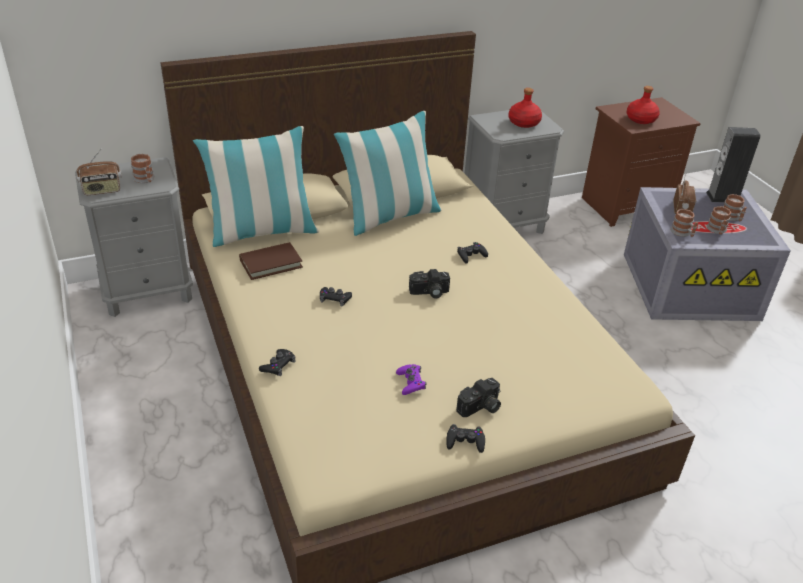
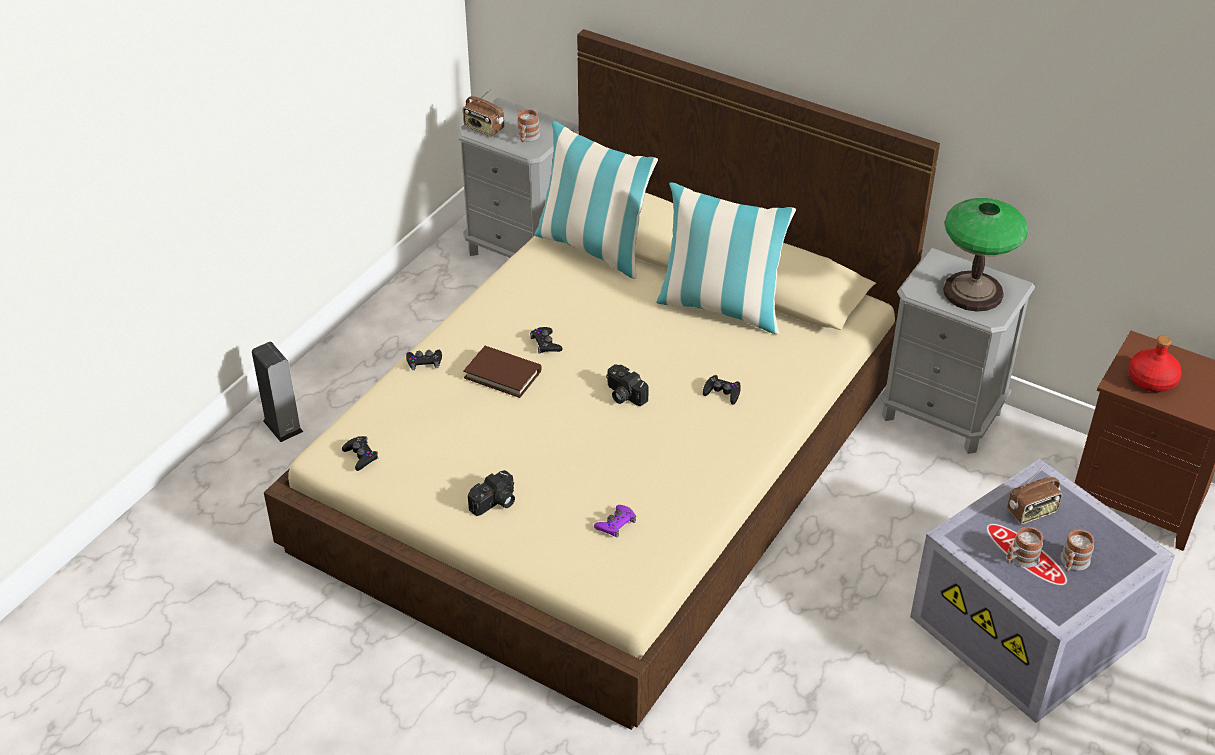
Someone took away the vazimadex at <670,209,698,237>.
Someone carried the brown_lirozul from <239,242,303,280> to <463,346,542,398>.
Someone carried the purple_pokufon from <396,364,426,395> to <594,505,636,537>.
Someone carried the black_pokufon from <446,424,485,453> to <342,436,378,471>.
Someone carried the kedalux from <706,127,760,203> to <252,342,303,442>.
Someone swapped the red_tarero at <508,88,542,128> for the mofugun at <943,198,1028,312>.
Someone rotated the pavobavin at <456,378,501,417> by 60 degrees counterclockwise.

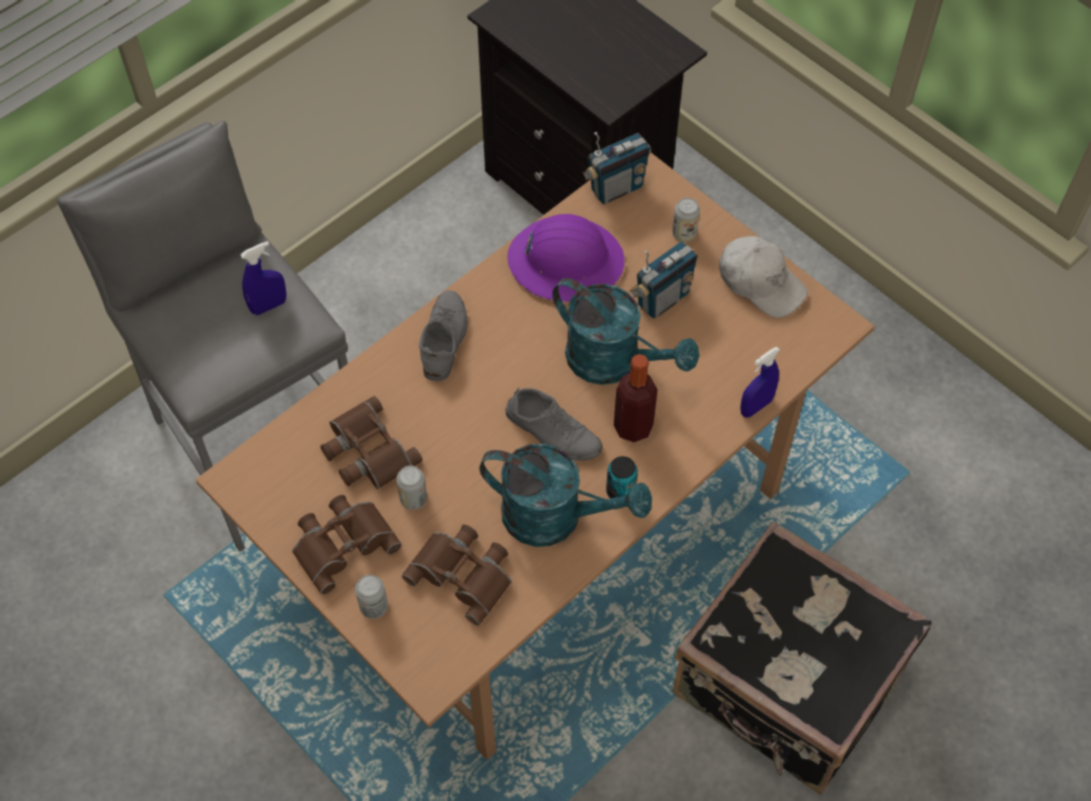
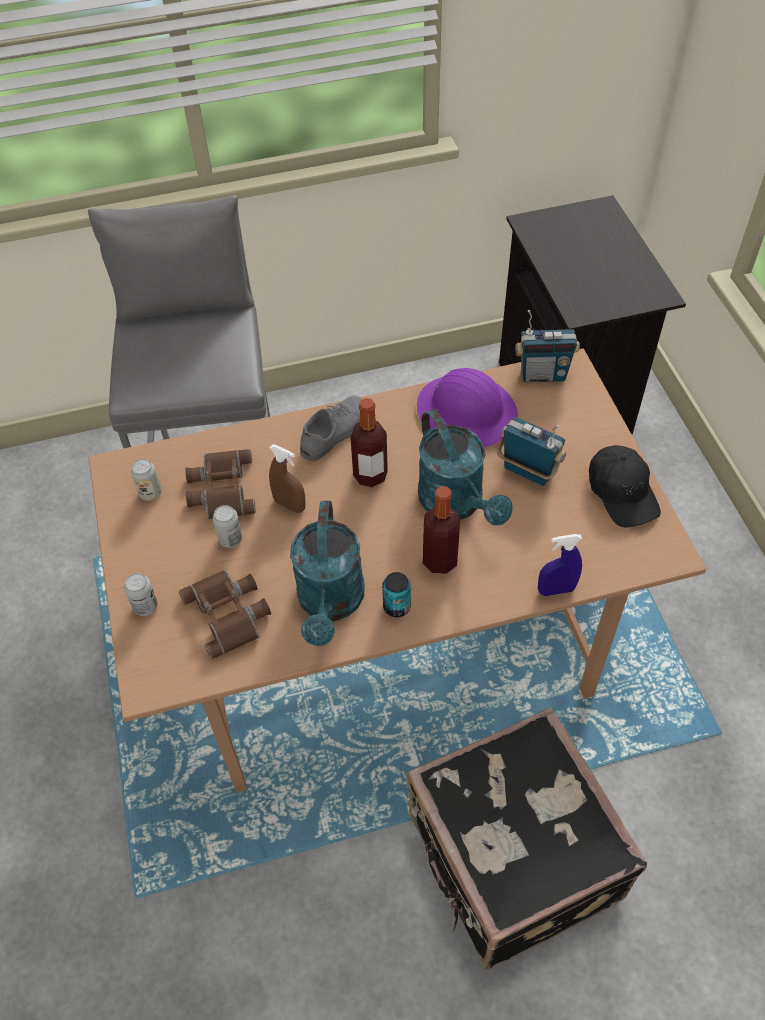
Someone took away the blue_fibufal at <240,241,286,315>.
Someone took away the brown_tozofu at <292,495,401,594>.
Someone took away the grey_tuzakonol at <506,387,603,461>.
Someone put down the brown_fibufal at <269,444,306,513>.
Someone put down the tarero at <350,398,388,487>.
Someone carried the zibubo from <672,198,700,242> to <131,459,162,501>.
Someone repainted the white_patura at <719,236,808,318>, which became the black_patura at <589,445,661,527>.
Someone rotated the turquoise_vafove at <479,444,652,547> by 45 degrees clockwise.
Someone rotated the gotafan at <629,241,698,319> by 135 degrees counterclockwise.

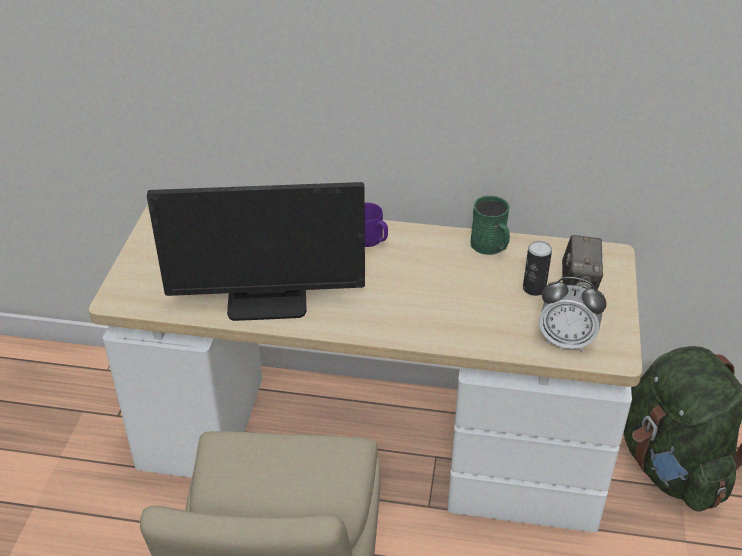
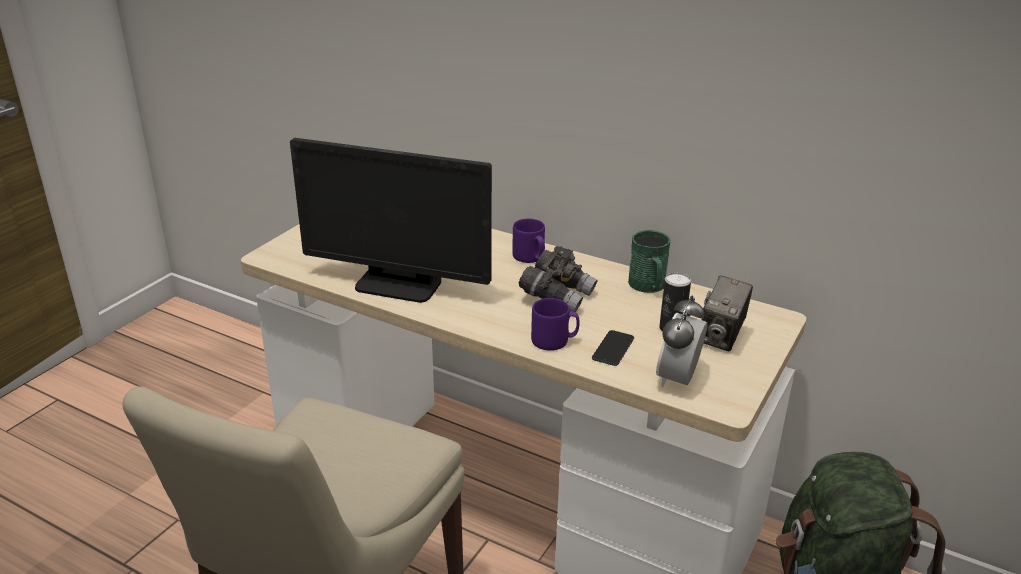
Someone put down the grey_tozofu at <518,246,598,312>.
Someone put down the purple_vazimadex at <531,298,580,351>.
Someone put down the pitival at <592,330,634,366>.
Someone rotated the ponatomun at <539,277,606,352> by 75 degrees clockwise.

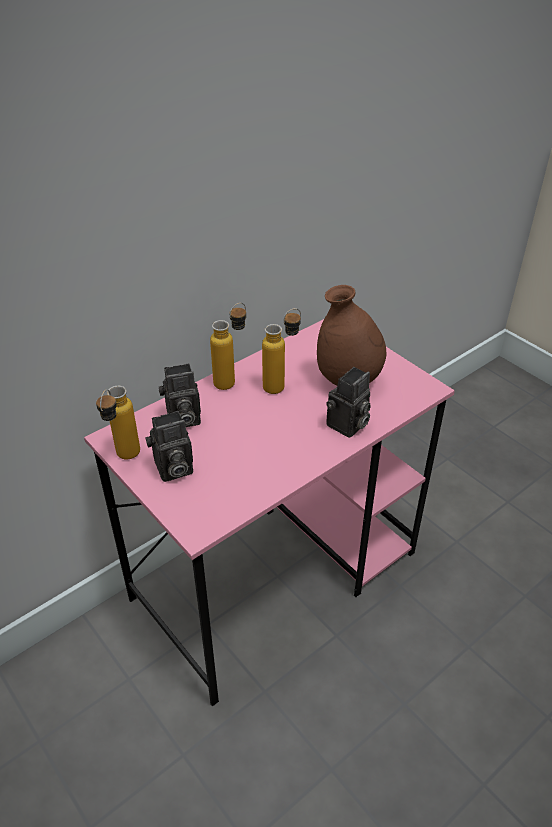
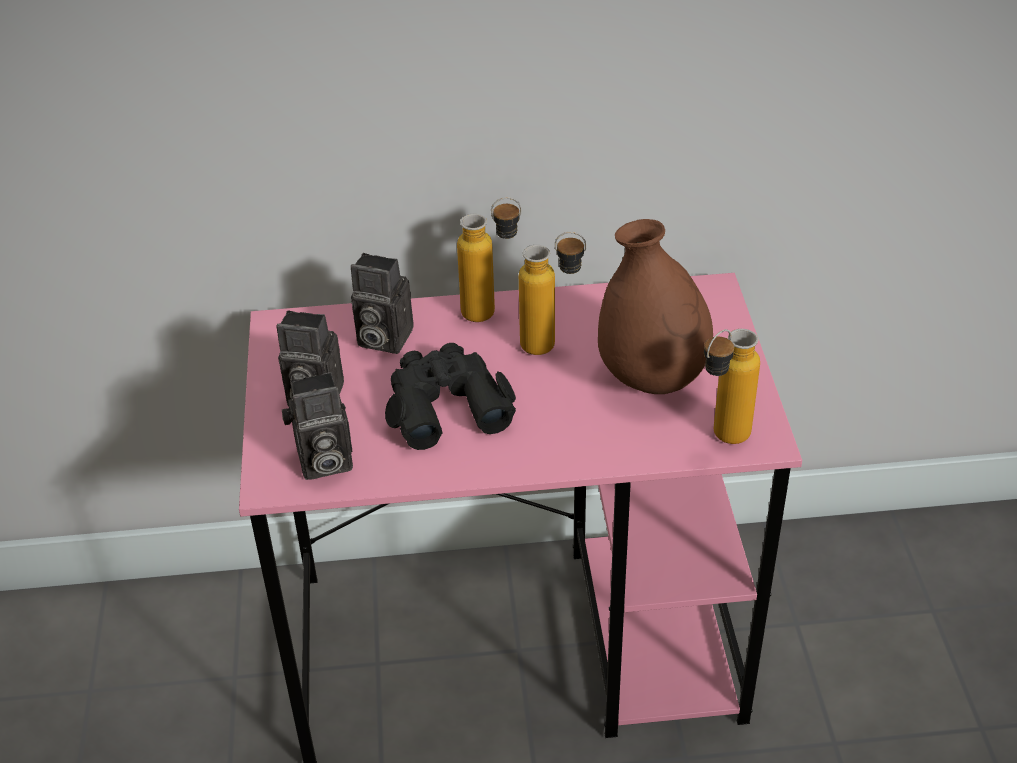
Someone put down the black_tozofu at <385,343,516,450>.
Someone carried the tarero from <96,386,140,460> to <704,329,760,444>.
Someone carried the pavobavin from <326,367,371,438> to <282,372,353,480>.

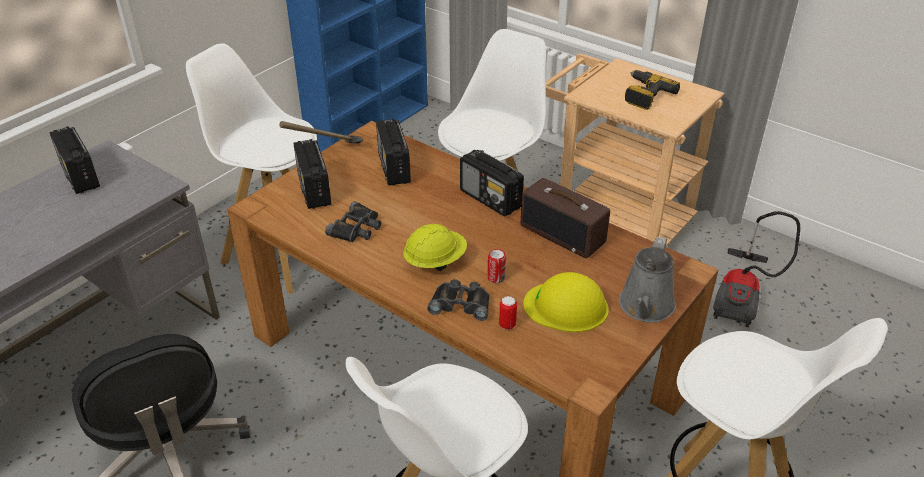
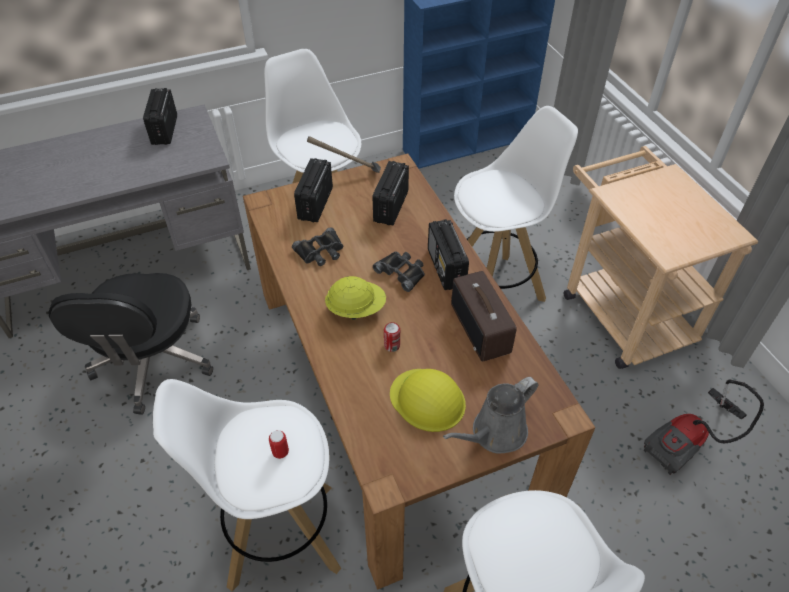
Someone took away the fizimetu at <625,70,680,110>.
Someone carried the black_tozofu from <427,279,490,321> to <373,251,425,292>.
Someone carried the zibubo from <499,296,517,330> to <269,430,289,459>.

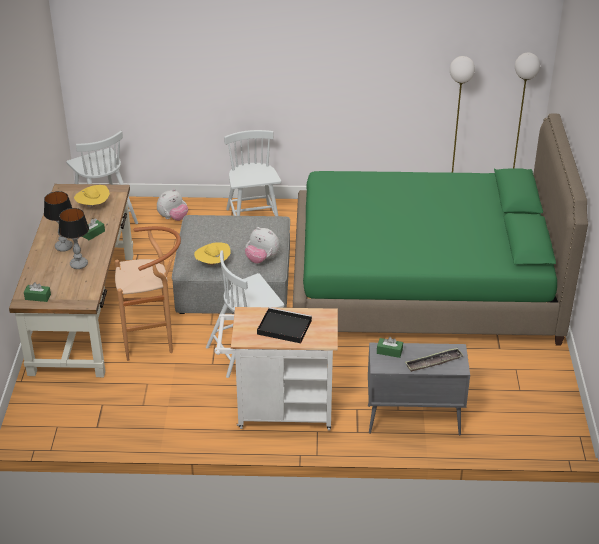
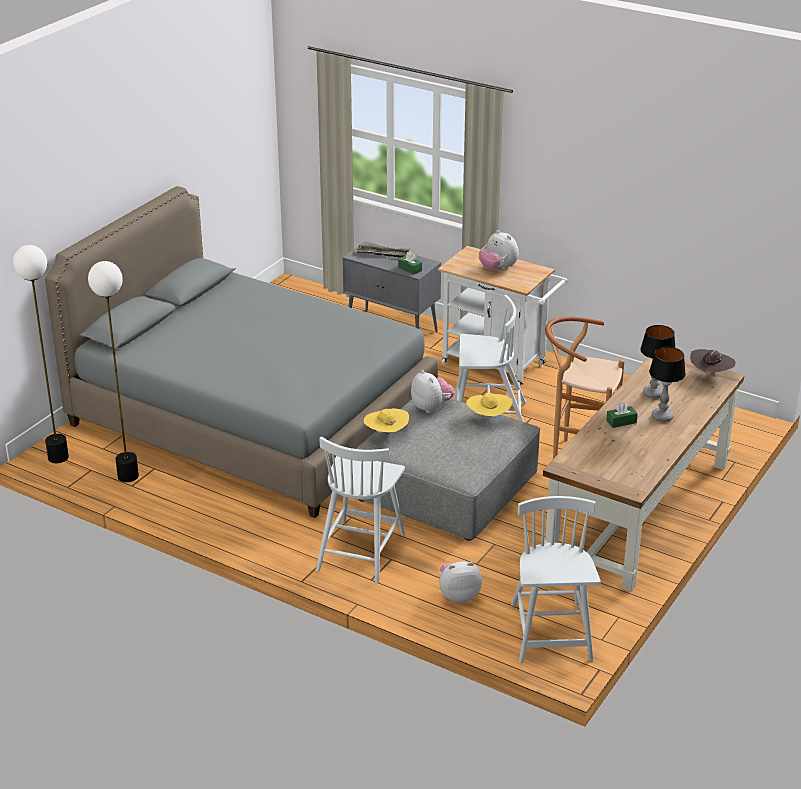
Someone carried the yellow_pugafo from <74,185,110,209> to <364,408,409,437>.
Someone swapped the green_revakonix at <24,282,51,302> for the brown_pugafo at <690,349,736,377>.
Someone swapped the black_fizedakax at <257,307,312,343> for the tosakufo at <479,230,519,270>.
Someone repainted the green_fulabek at <293,114,588,346>, which became the grey_fulabek at <45,186,438,518>.

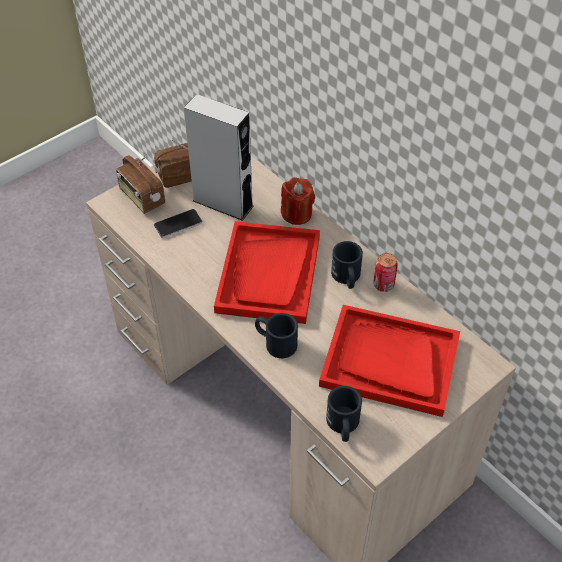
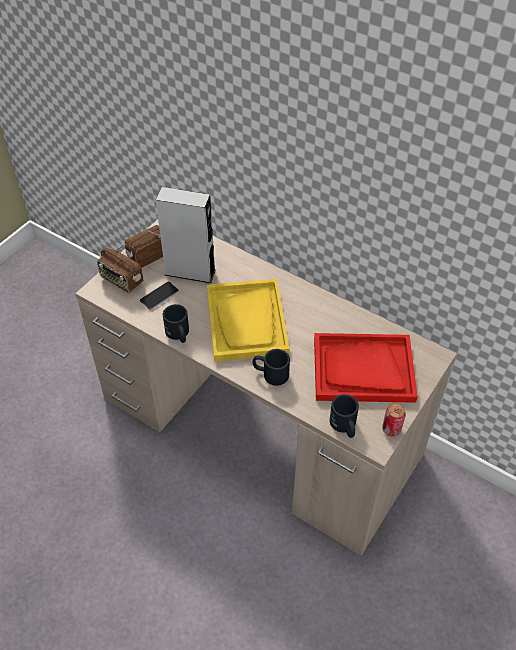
Someone took away the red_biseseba at <281,177,315,225>.
Someone carried the black_vazimadex from <331,241,363,289> to <163,304,189,343>.
Someone carried the zibubo from <373,253,398,292> to <382,403,406,437>.
Someone repainted the red_fizedakax at <214,221,320,324>, which became the yellow_fizedakax at <207,279,290,362>.

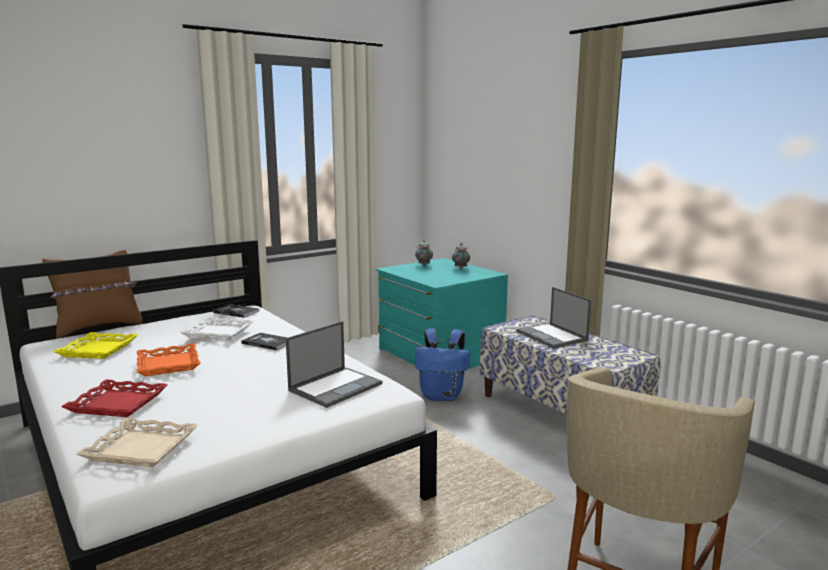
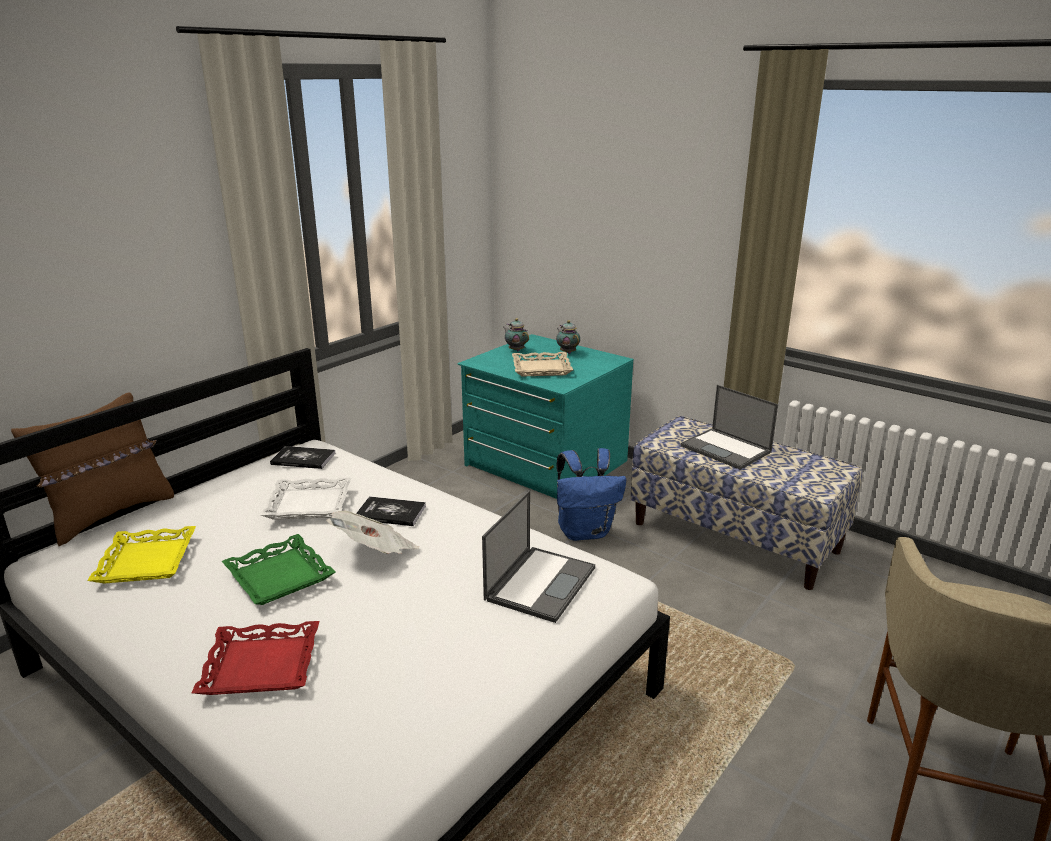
Someone put down the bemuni at <326,511,419,554>.
Someone carried the beige_fizedakax from <76,418,198,467> to <512,352,573,377>.
Someone repainted the orange_fizedakax at <137,343,200,376>, which became the green_fizedakax at <222,534,335,605>.

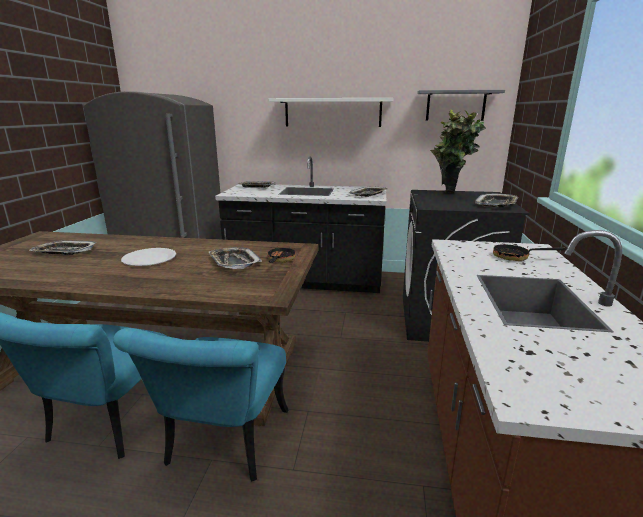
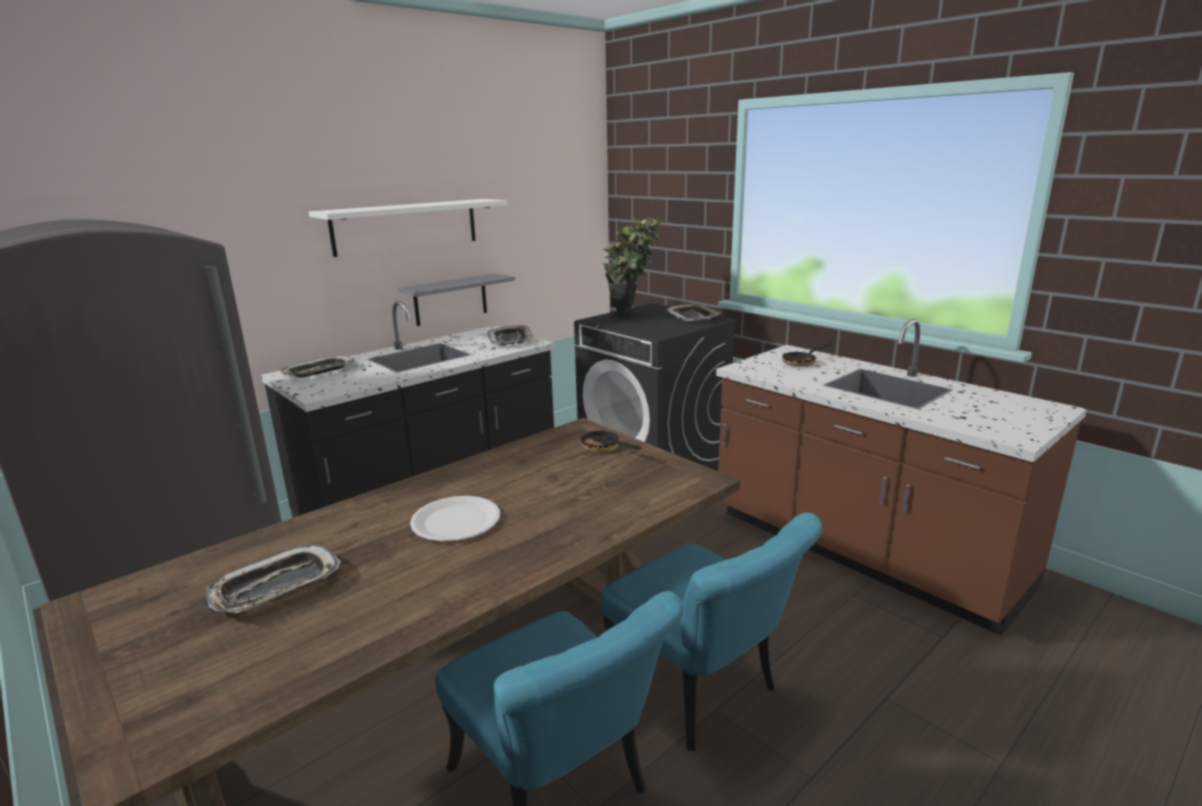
Someone took away the fizedakax at <209,247,262,269>.
Someone carried the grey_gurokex from <417,90,505,121> to <398,273,515,326>.

